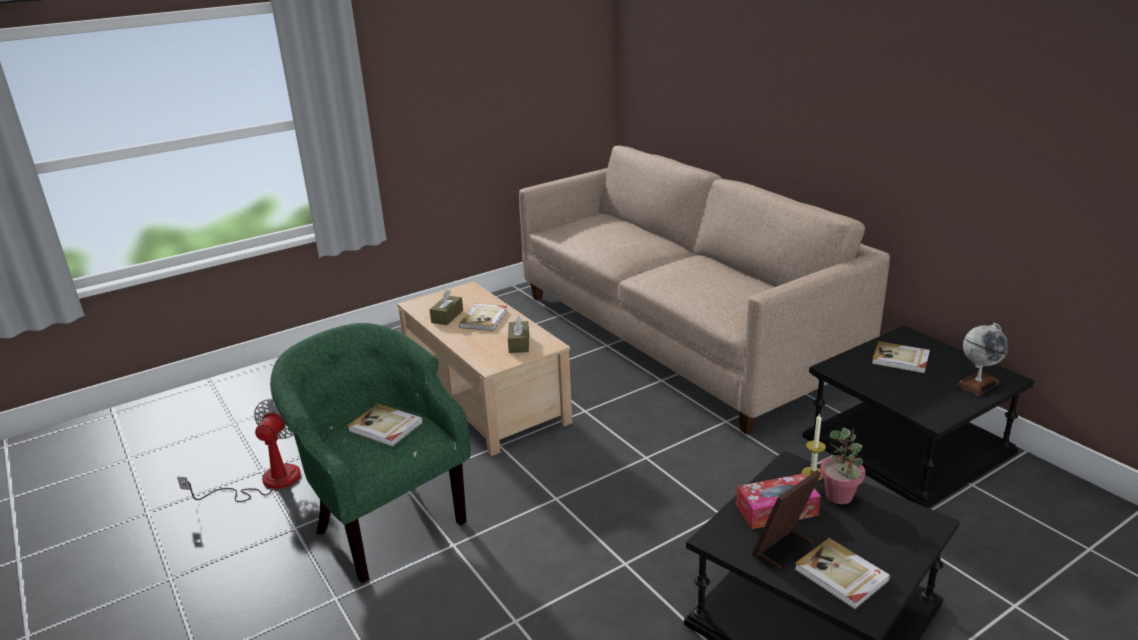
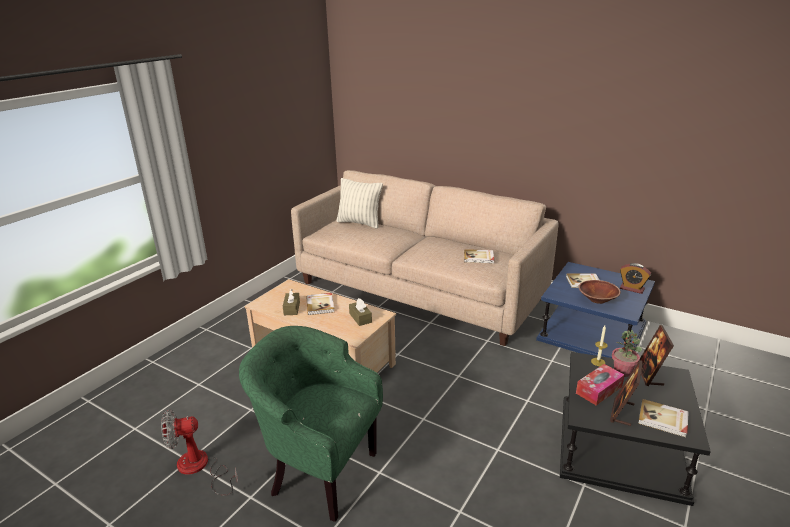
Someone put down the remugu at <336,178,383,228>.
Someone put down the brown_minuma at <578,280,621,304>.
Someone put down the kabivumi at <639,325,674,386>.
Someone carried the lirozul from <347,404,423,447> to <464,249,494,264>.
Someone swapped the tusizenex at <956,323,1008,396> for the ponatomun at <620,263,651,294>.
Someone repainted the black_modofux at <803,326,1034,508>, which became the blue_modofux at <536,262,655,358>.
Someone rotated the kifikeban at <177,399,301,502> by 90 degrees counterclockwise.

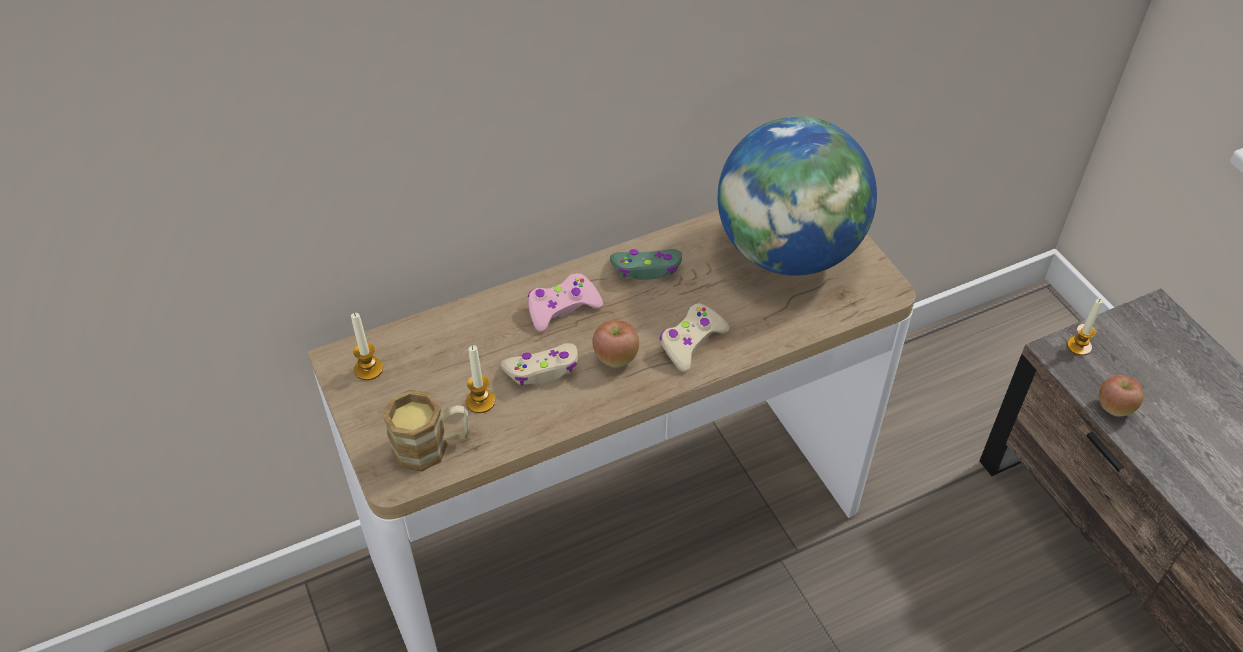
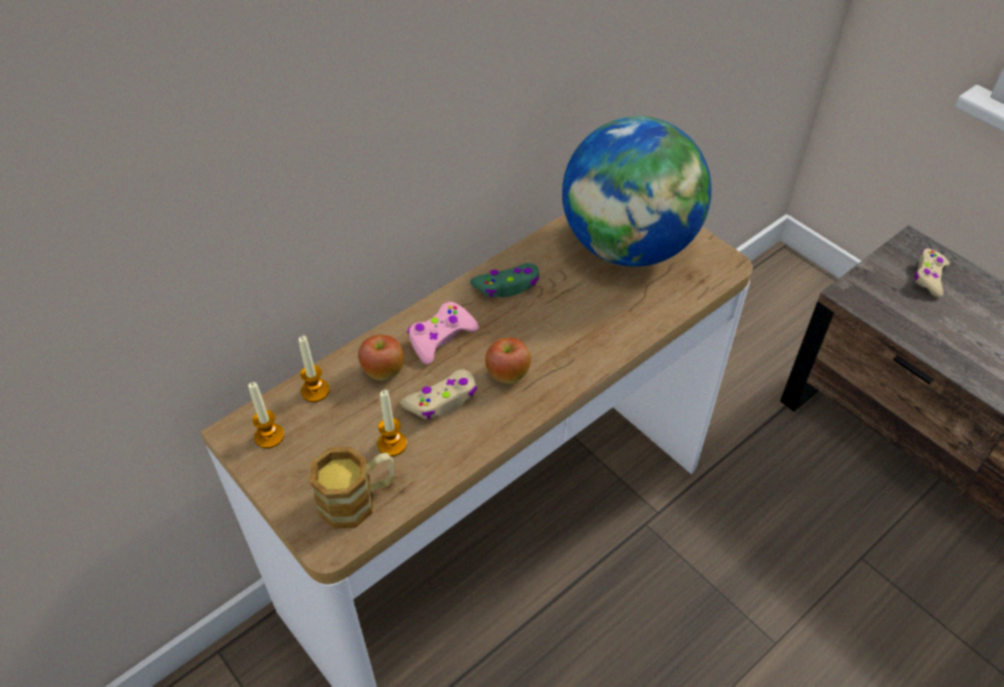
Someone carried the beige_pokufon from <659,303,729,372> to <915,248,950,297>.
Someone carried the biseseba from <1067,298,1103,356> to <298,336,330,402>.
Someone carried the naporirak from <1099,375,1143,417> to <358,335,404,381>.

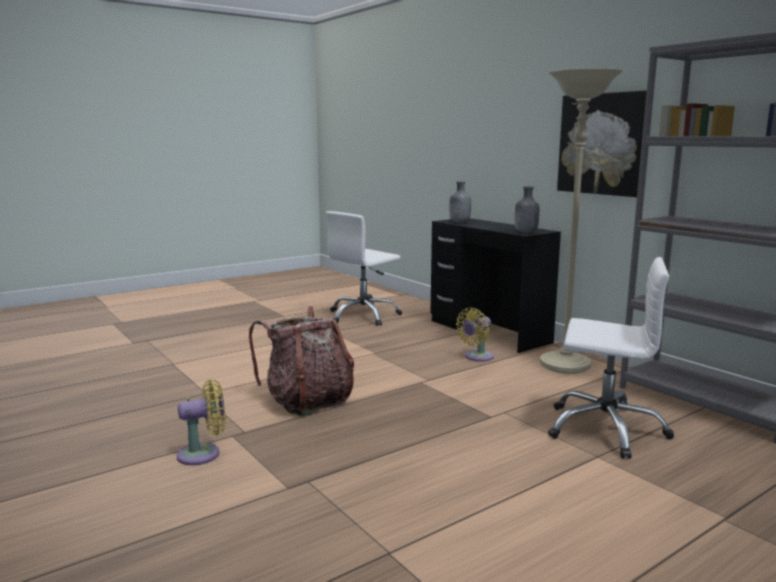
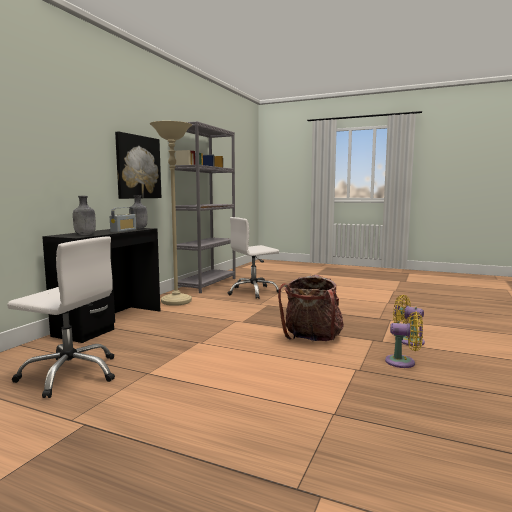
Someone put down the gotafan at <110,207,136,232>.
Someone carried the yellow_kifikeban from <456,308,494,362> to <385,312,423,368>.
Someone rotated the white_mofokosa at <548,257,674,459> by 105 degrees counterclockwise.

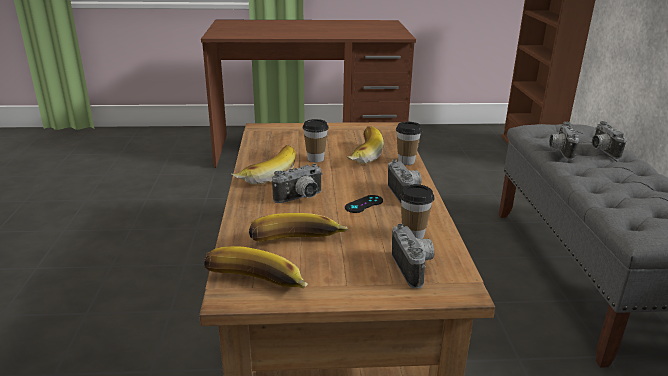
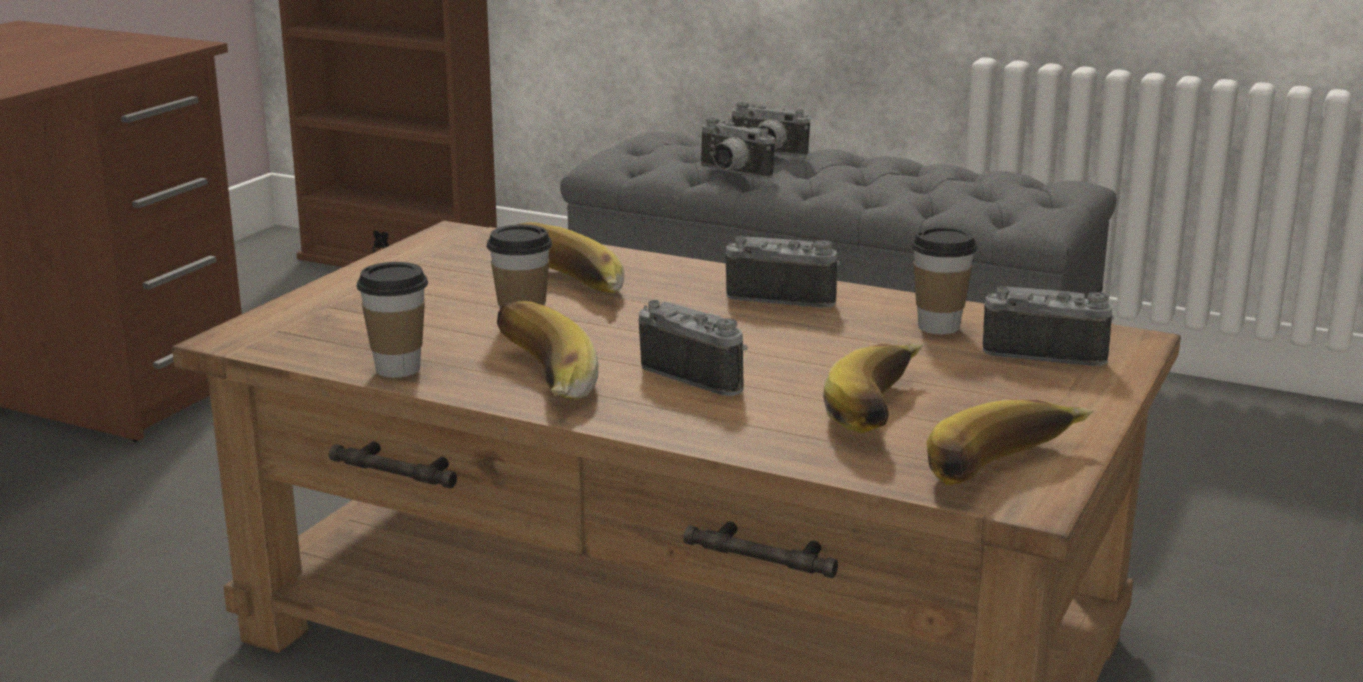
Someone took away the black_pokufon at <345,195,383,213>.
Someone carried the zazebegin from <396,122,422,165> to <357,262,428,378>.
Someone rotated the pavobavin at <272,164,323,203> by 45 degrees counterclockwise.

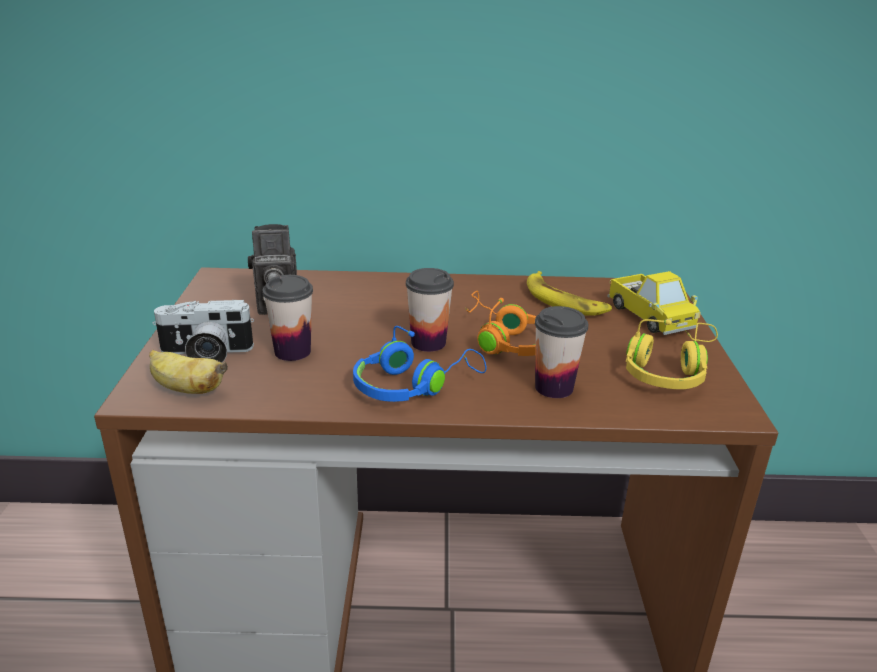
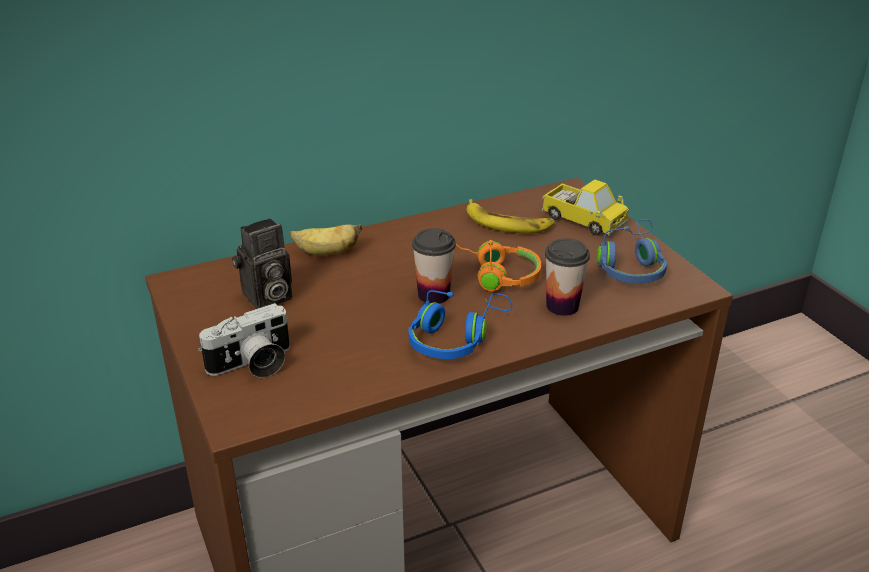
Someone took away the zazebegin at <263,275,313,361>.
Someone carried the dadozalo from <149,350,228,394> to <290,223,362,255>.
Someone repainted the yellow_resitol at <626,319,718,389>, which became the blue_resitol at <597,219,667,284>.

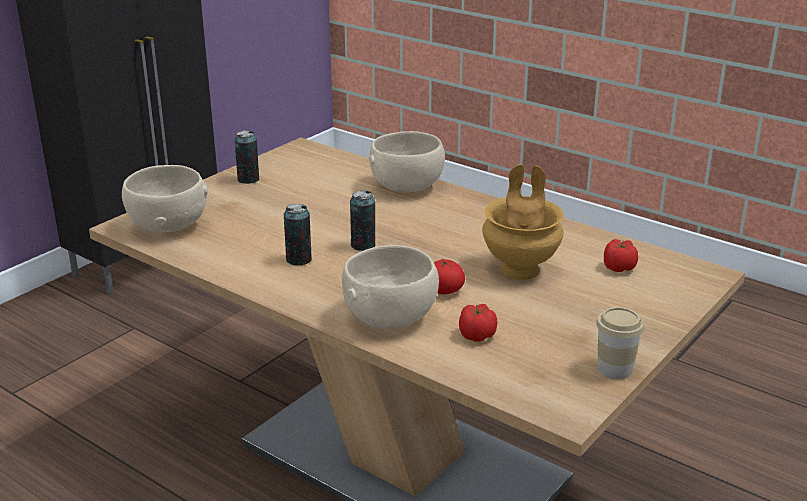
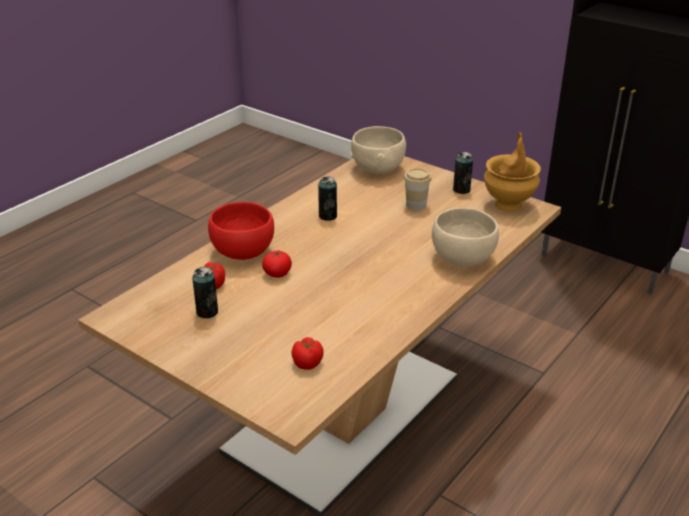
Someone carried the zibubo from <350,190,375,251> to <192,267,218,319>.
Someone carried the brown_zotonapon from <482,164,564,280> to <484,132,541,212>.
Someone carried the zazebegin from <596,307,644,380> to <404,168,431,210>.
Someone repainted the beige_minuma at <342,245,439,329>, which became the red_minuma at <208,202,274,260>.

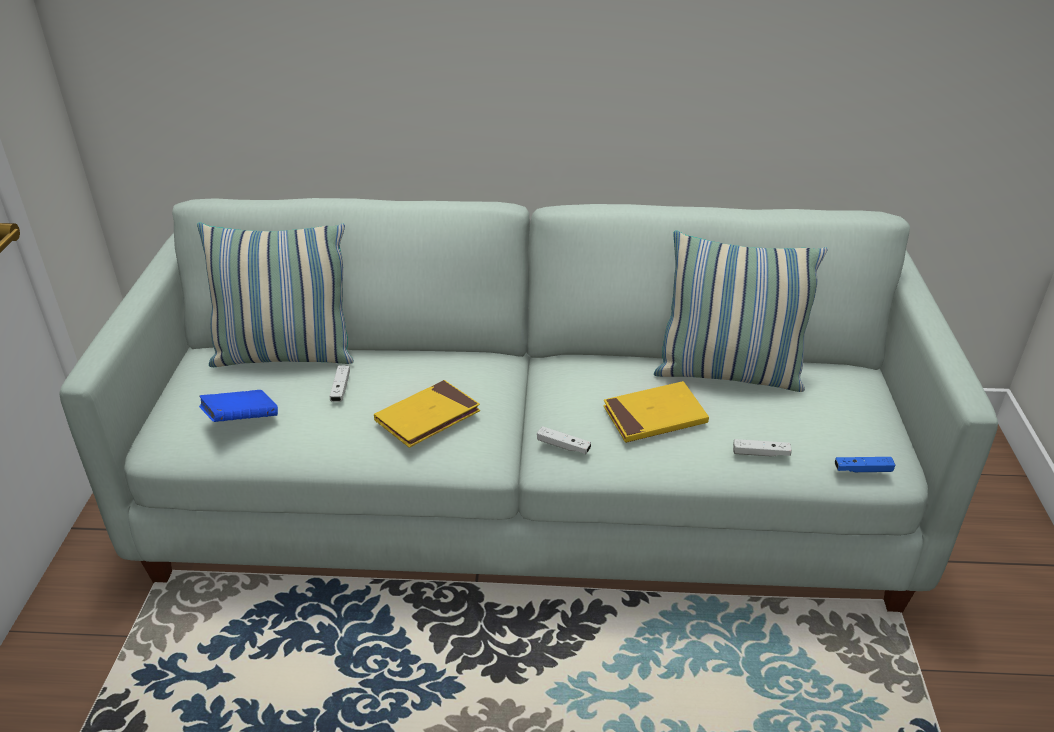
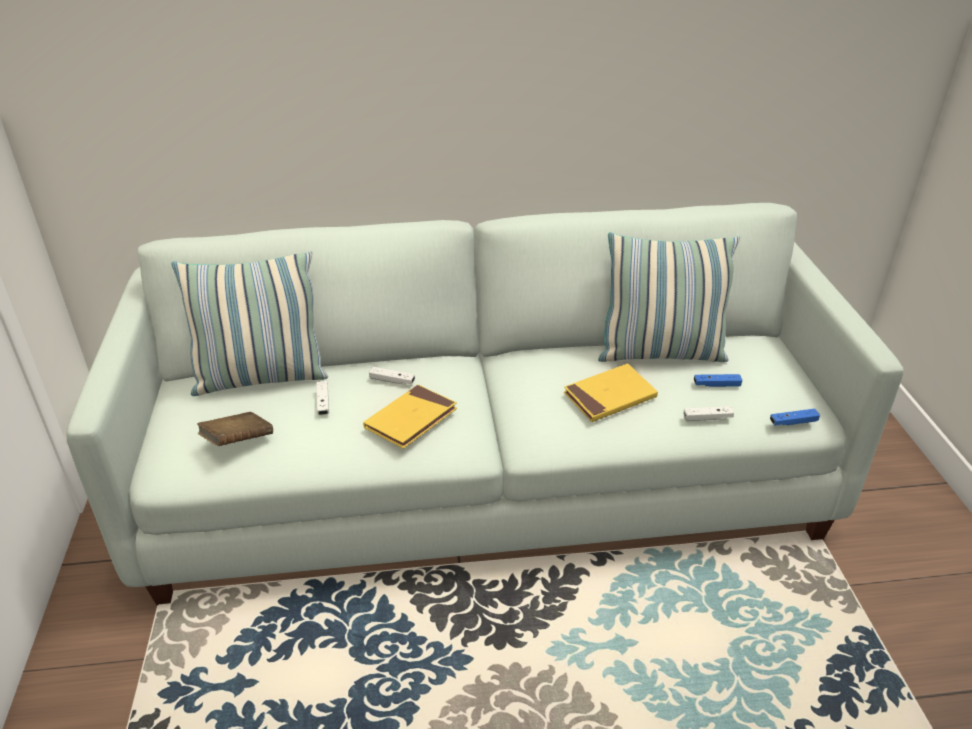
Someone put down the blue_pokufon at <694,374,743,387>.
Someone carried the white_pokufon from <537,426,591,454> to <369,367,415,384>.
Someone repainted the blue_lirozul at <199,390,278,422>, which became the brown_lirozul at <197,412,273,446>.

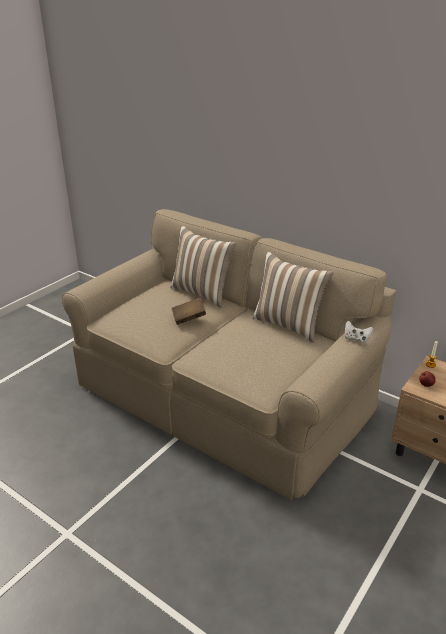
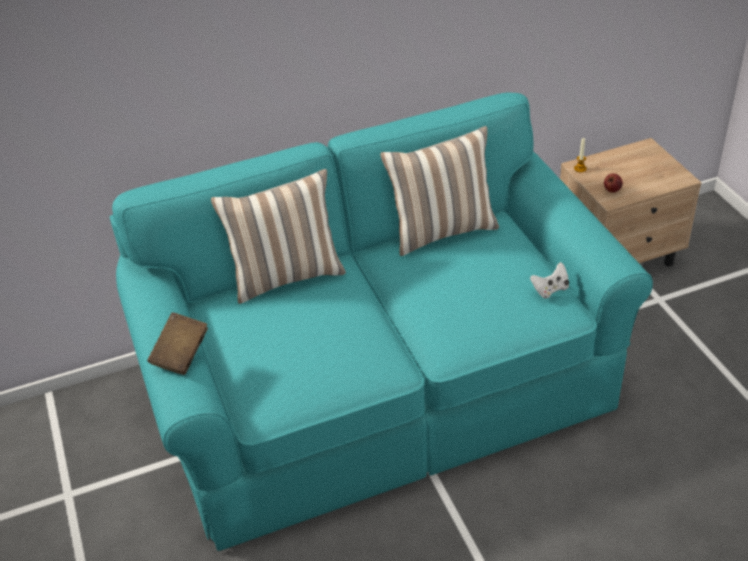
Someone carried the brown_lirozul from <172,297,206,325> to <147,313,208,375>.
Someone carried the white_pokufon from <345,321,373,344> to <530,262,569,298>.
Someone repainted the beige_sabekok at <62,209,396,500>, which became the turquoise_sabekok at <110,92,653,551>.

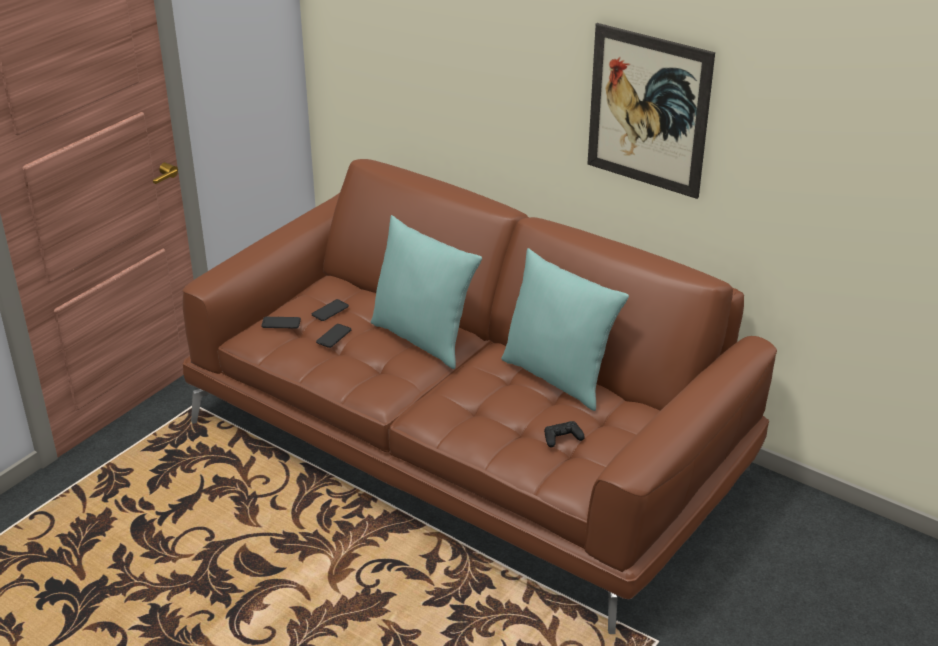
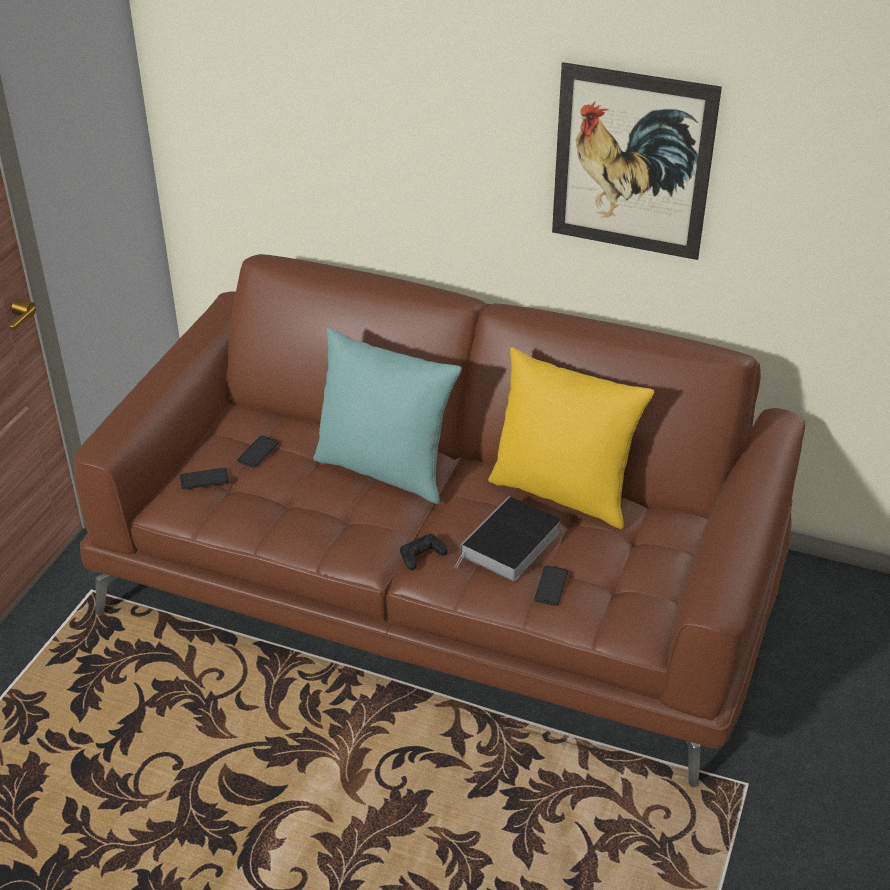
Someone put down the lirozul at <455,496,561,581>.
Someone carried the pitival from <316,324,351,348> to <534,566,568,606>.
Someone carried the black_pokufon from <544,421,585,447> to <400,534,448,570>.
Someone repainted the turquoise_remugu at <501,248,629,411>, which became the yellow_remugu at <488,347,654,529>.

